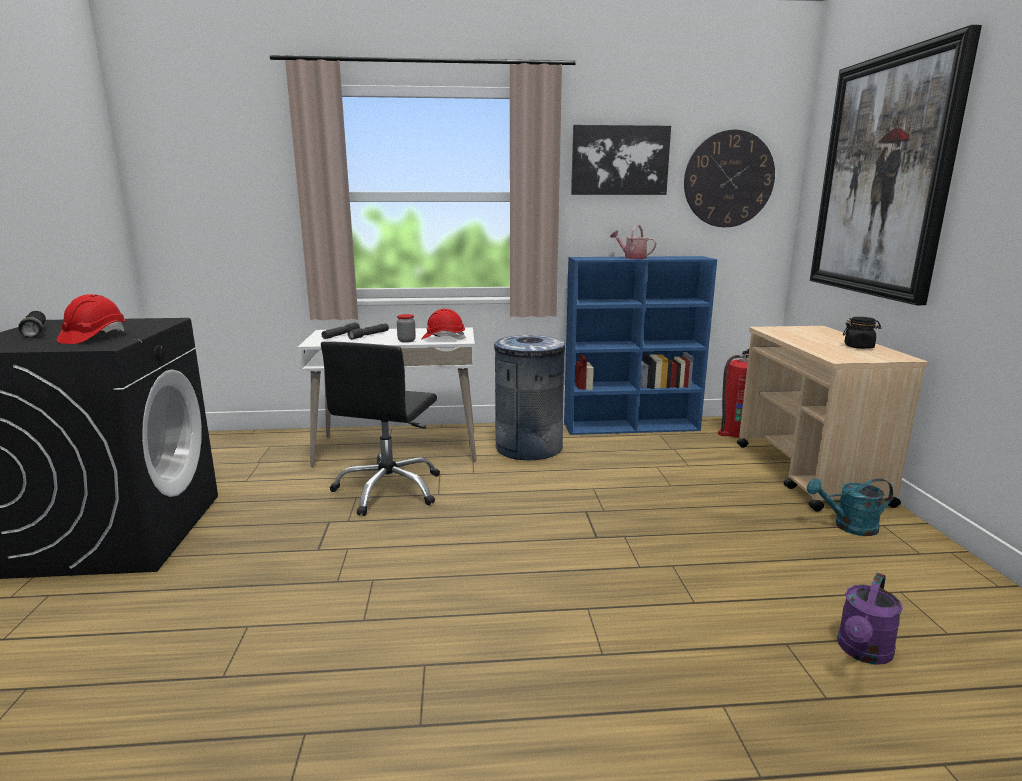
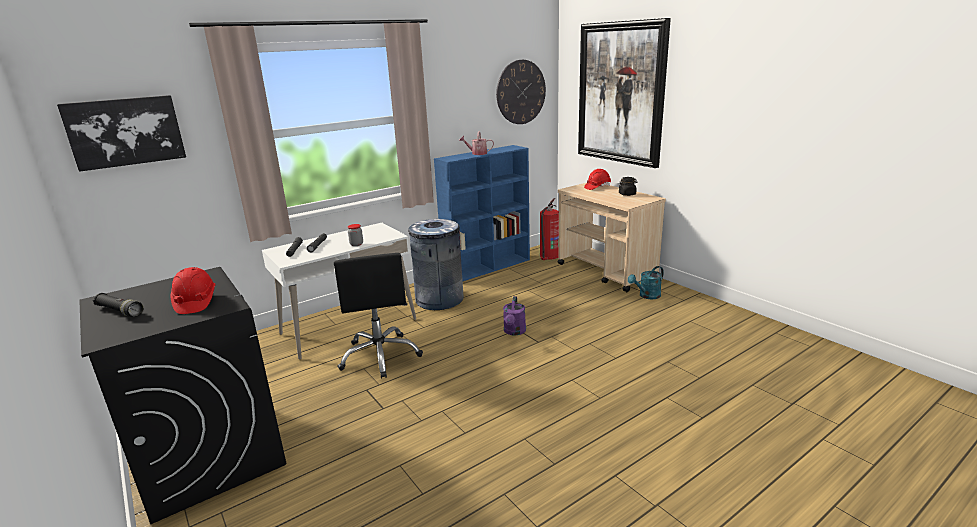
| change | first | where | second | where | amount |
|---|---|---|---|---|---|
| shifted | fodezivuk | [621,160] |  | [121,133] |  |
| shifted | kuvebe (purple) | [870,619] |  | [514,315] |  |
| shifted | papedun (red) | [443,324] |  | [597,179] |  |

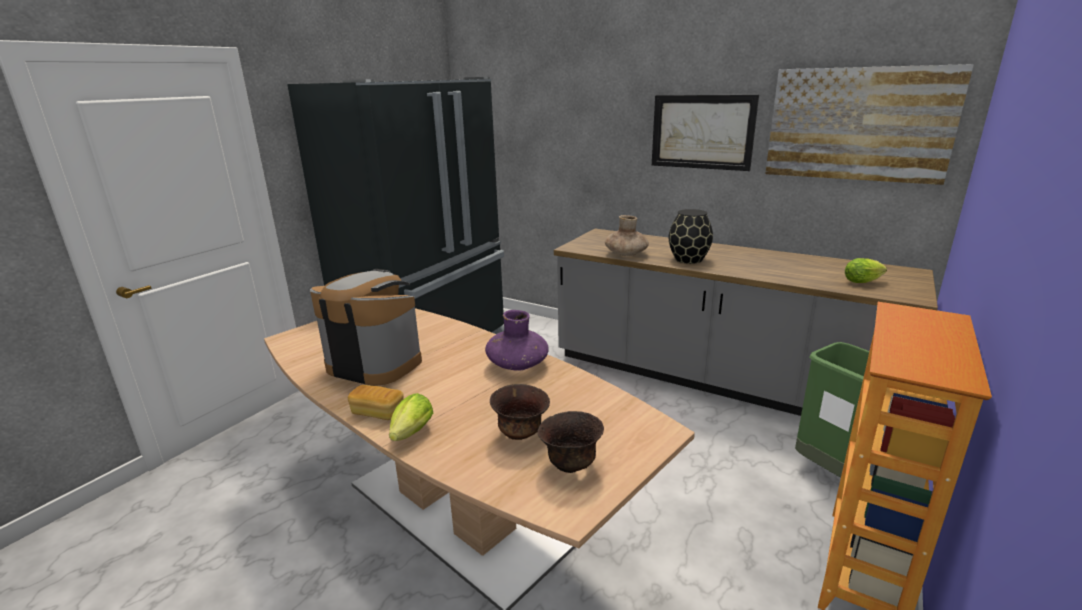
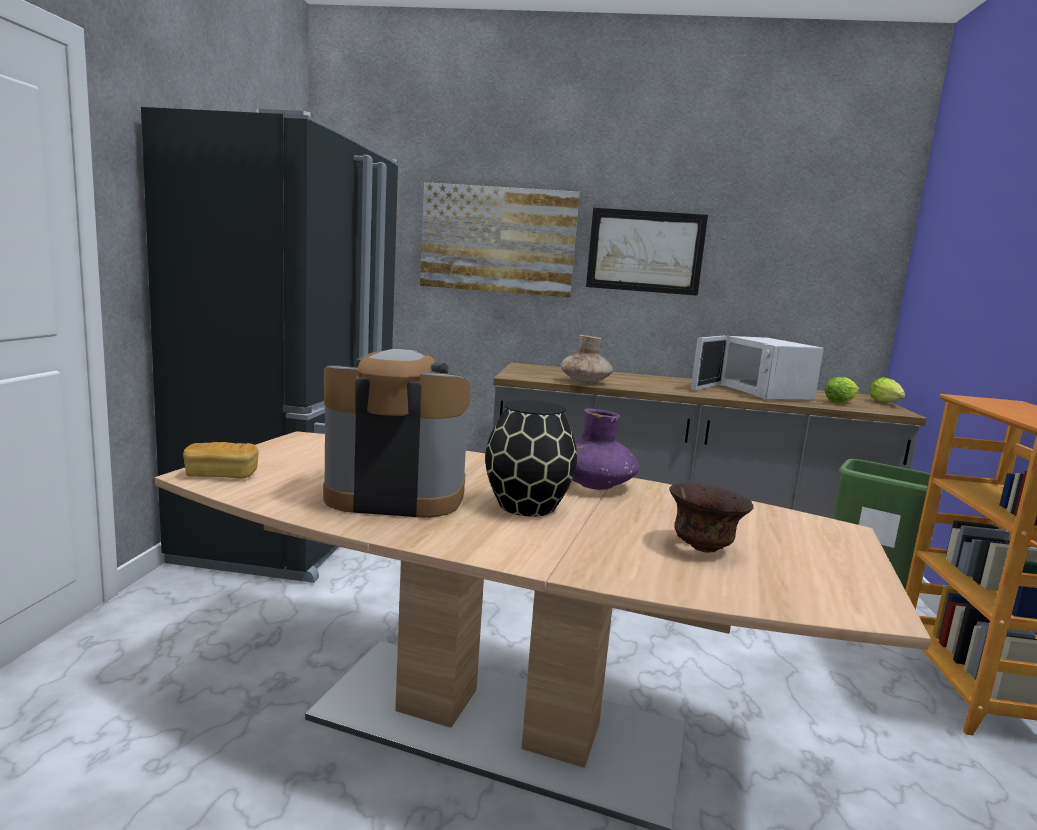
| change | first | where | second | where | amount |
|---|---|---|---|---|---|
| shifted | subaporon | [376,402] |  | [221,460] |  |
| shifted | fodezivuk | [869,124] |  | [500,239] |  |
| shifted | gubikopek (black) | [691,236] |  | [531,458] |  |
| new |  |  | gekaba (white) | [757,368] |  |
| shifted | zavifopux | [411,417] |  | [887,390] |  |
| gone | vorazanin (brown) | [570,442] |  |  |  |

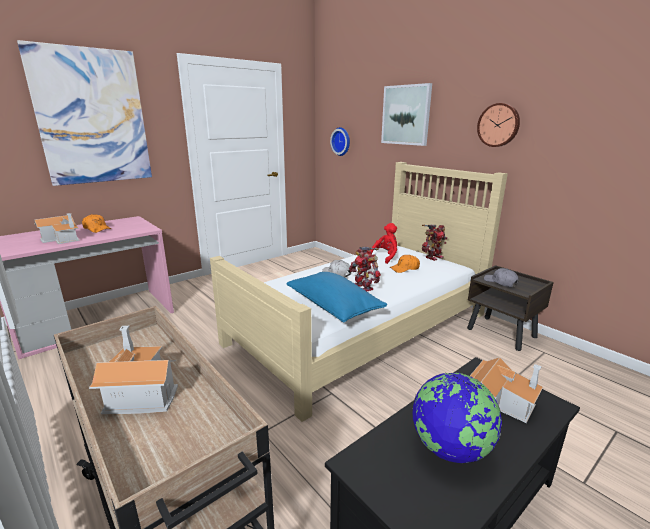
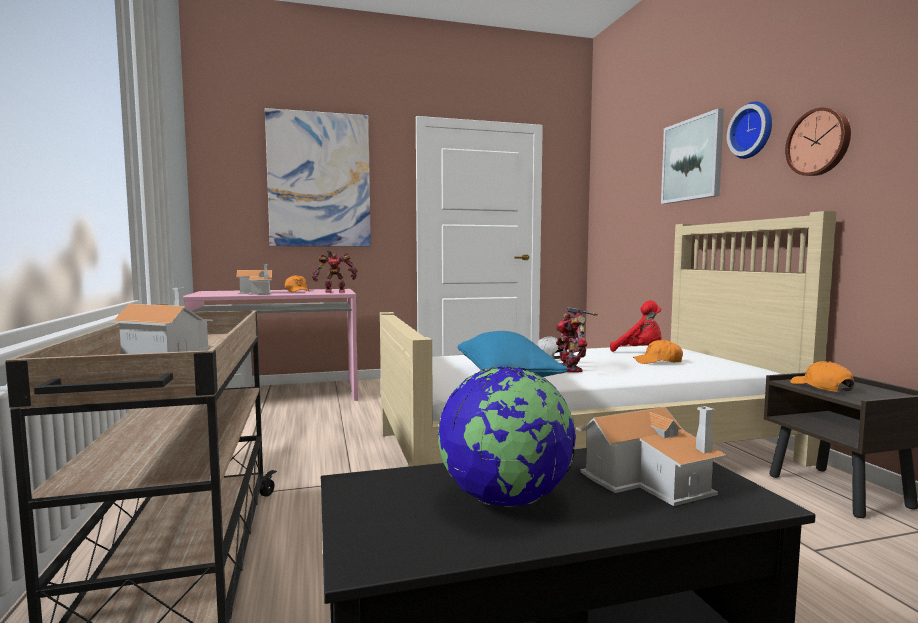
| change | first | where | second | where | amount |
|---|---|---|---|---|---|
| shifted | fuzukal | [434,243] |  | [335,271] |  |
| rotated | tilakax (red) | [383,243] |  | [636,326] | 60 degrees clockwise |
| shifted | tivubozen | [340,141] |  | [749,130] |  |
| repainted | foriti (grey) | [501,277] | foriti (orange) | [822,376] |  |

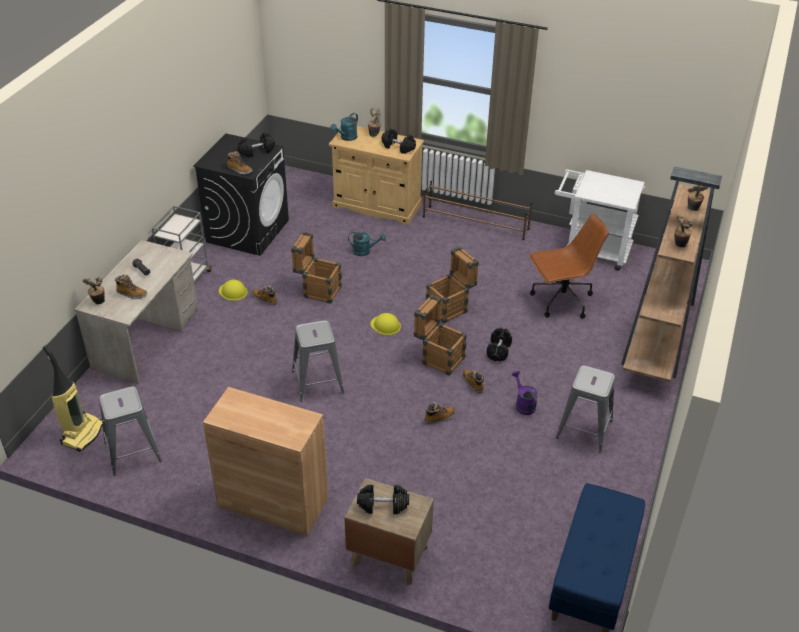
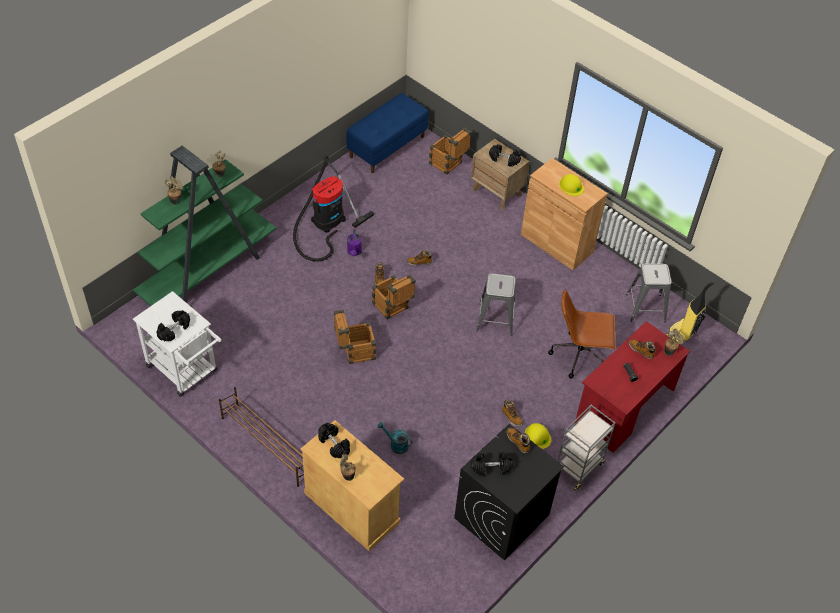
| change | first | where | second | where | amount |
|---|---|---|---|---|---|
| repainted | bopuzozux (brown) | [671,274] | bopuzozux (green) | [204,225] |  |
| shifted | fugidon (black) | [499,344] |  | [173,326] |  |
| swapped | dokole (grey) | [585,409] | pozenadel | [333,209] |  |
| shifted | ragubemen | [316,267] |  | [450,151] |  |
| shifted | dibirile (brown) | [569,266] |  | [581,333] |  |
| shifted | papedun (yellow) | [386,324] |  | [571,185] |  |
| repainted | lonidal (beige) | [136,312] | lonidal (red) | [632,387] |  |
| gone | kuvebe (turquoise) | [344,127] |  |  |  |

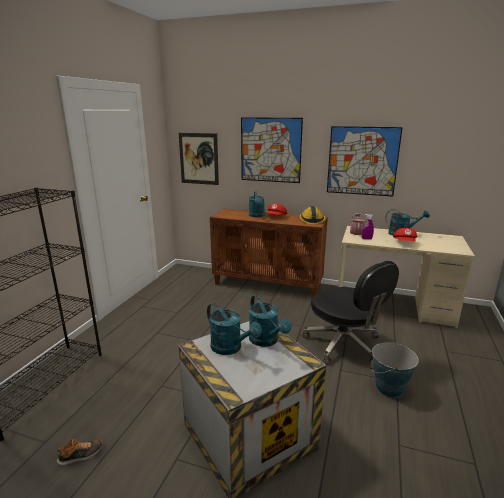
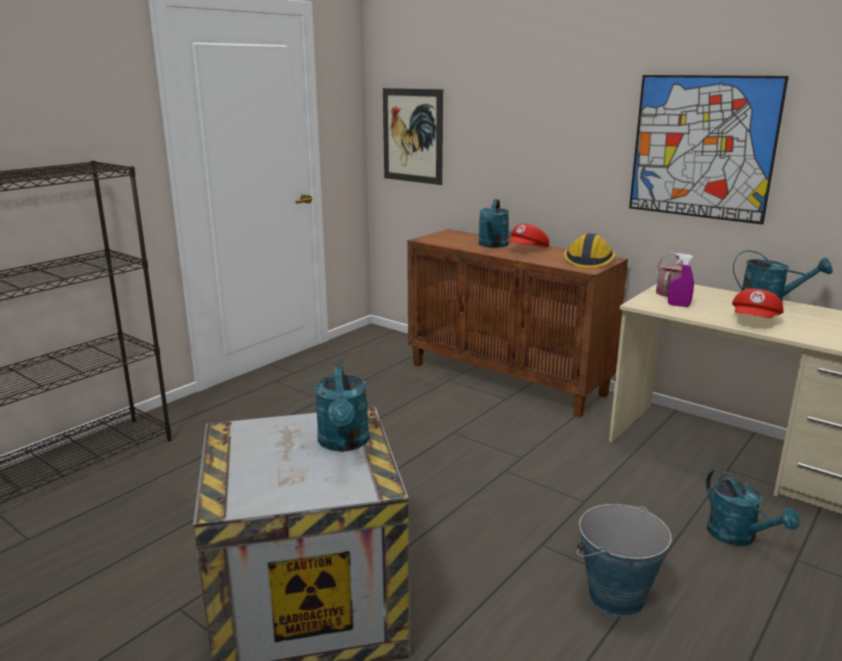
| change | first | where | second | where | amount |
|---|---|---|---|---|---|
| shifted | kuvebe (turquoise) | [234,329] |  | [753,507] |  |
| gone | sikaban | [80,452] |  |  |  |
| gone | fodezivuk | [272,150] |  |  |  |
| gone | dibirile (black) | [351,313] |  |  |  |

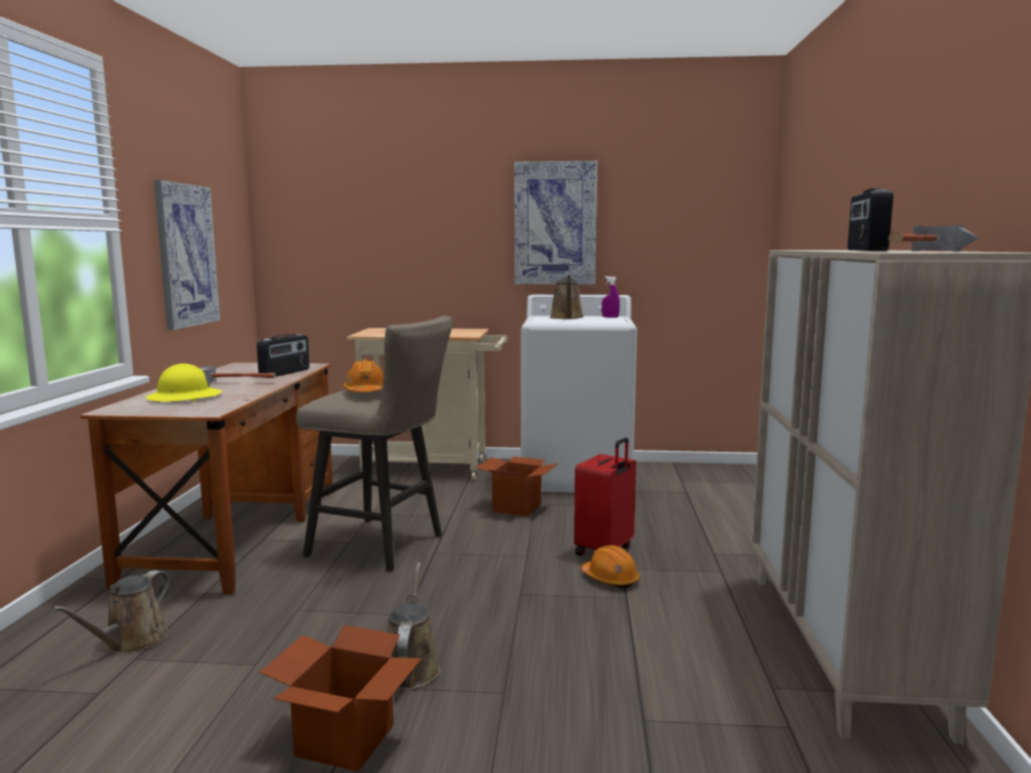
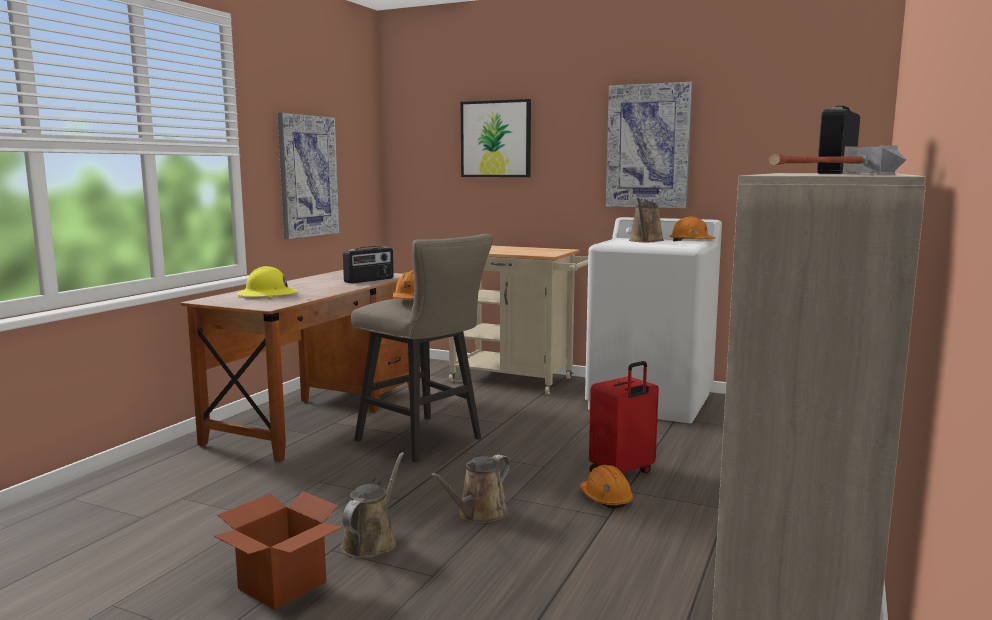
| change | first | where | second | where | amount |
|---|---|---|---|---|---|
| shifted | kuvebe (brown) | [110,612] |  | [470,489] |  |
| new |  |  | fodezivuk | [496,138] |  |
| swapped | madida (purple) | [611,297] | papedun (orange) | [692,229] |  |
| gone | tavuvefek | [237,374] |  |  |  |
| gone | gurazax | [516,486] |  |  |  |

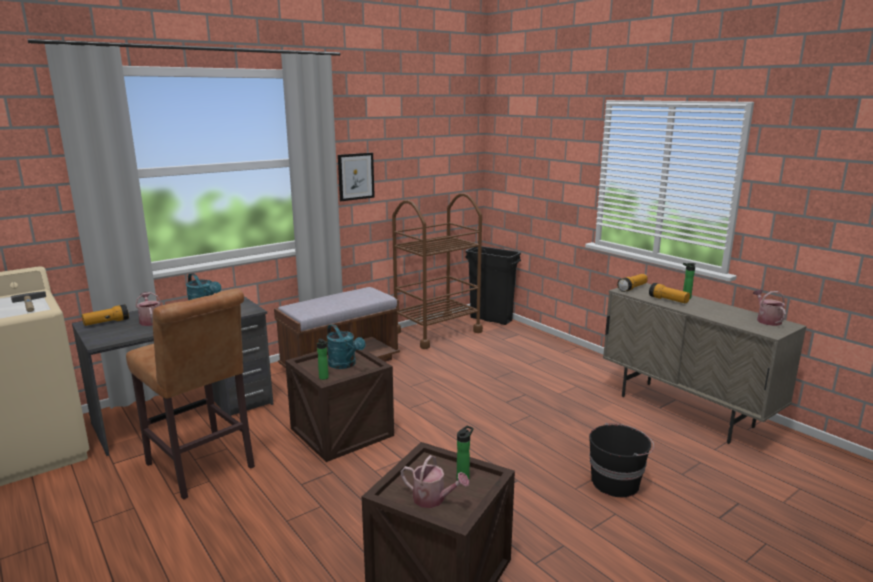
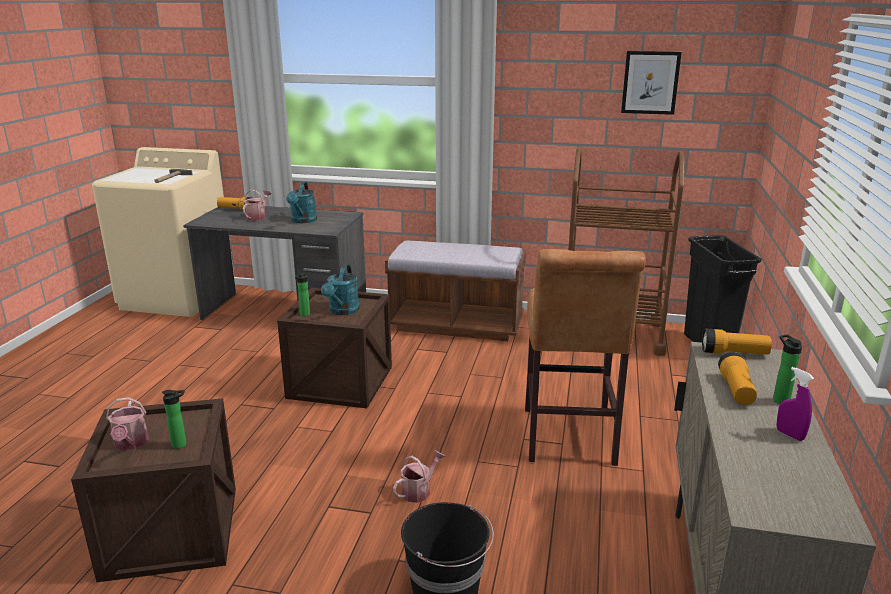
| change | first | where | second | where | amount |
|---|---|---|---|---|---|
| shifted | kuvebe | [769,308] |  | [419,476] |  |
| shifted | dokole (brown) | [190,394] |  | [585,357] |  |
| shifted | fodezivuk | [356,177] |  | [651,83] |  |
| new |  |  | madida (purple) | [795,404] |  |

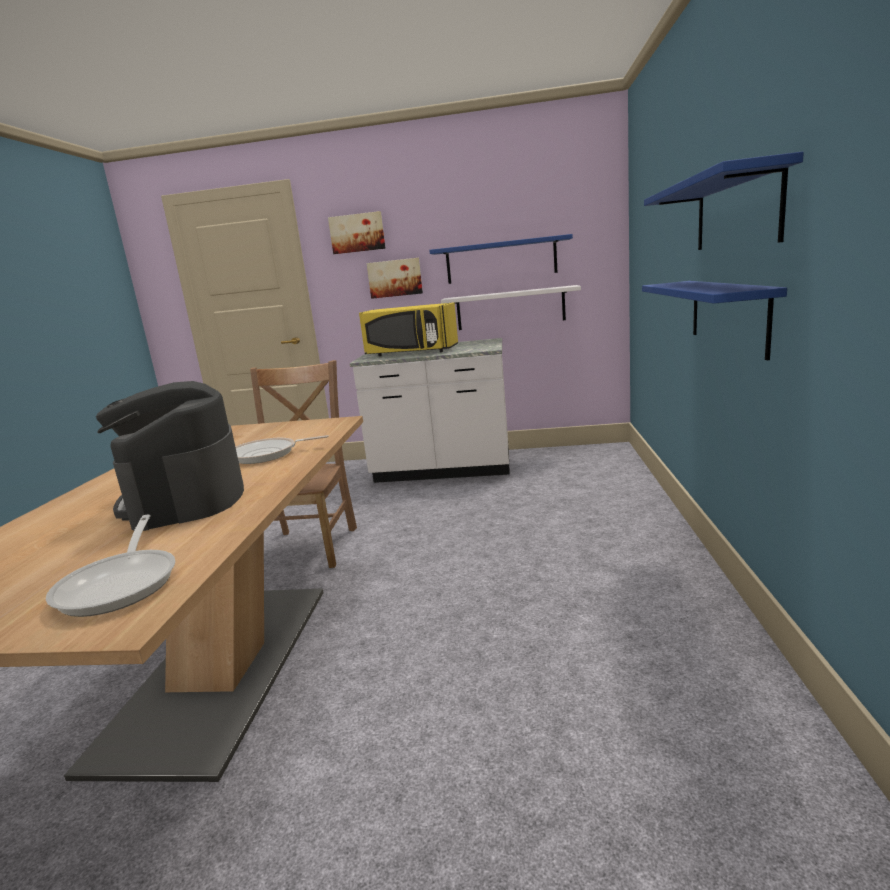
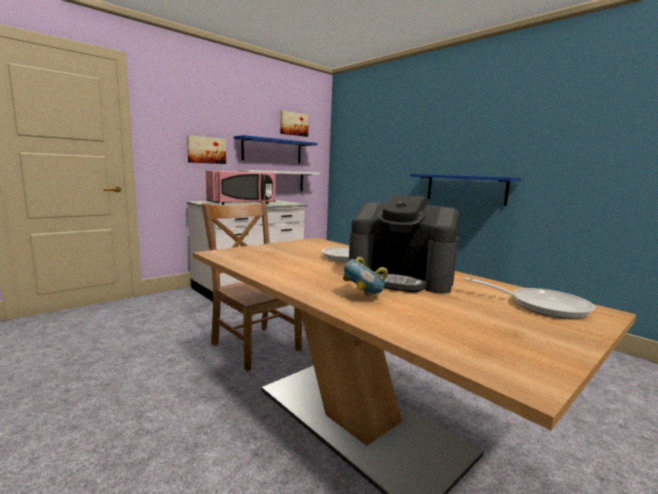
| change | first | where | second | where | amount |
|---|---|---|---|---|---|
| repainted | gekaba (yellow) | [408,329] | gekaba (pink) | [241,188] |  |
| shifted | fodezivuk | [357,232] |  | [294,123] |  |
| new |  |  | vorazanin | [365,277] |  |
| gone | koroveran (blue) | [724,200] |  |  |  |

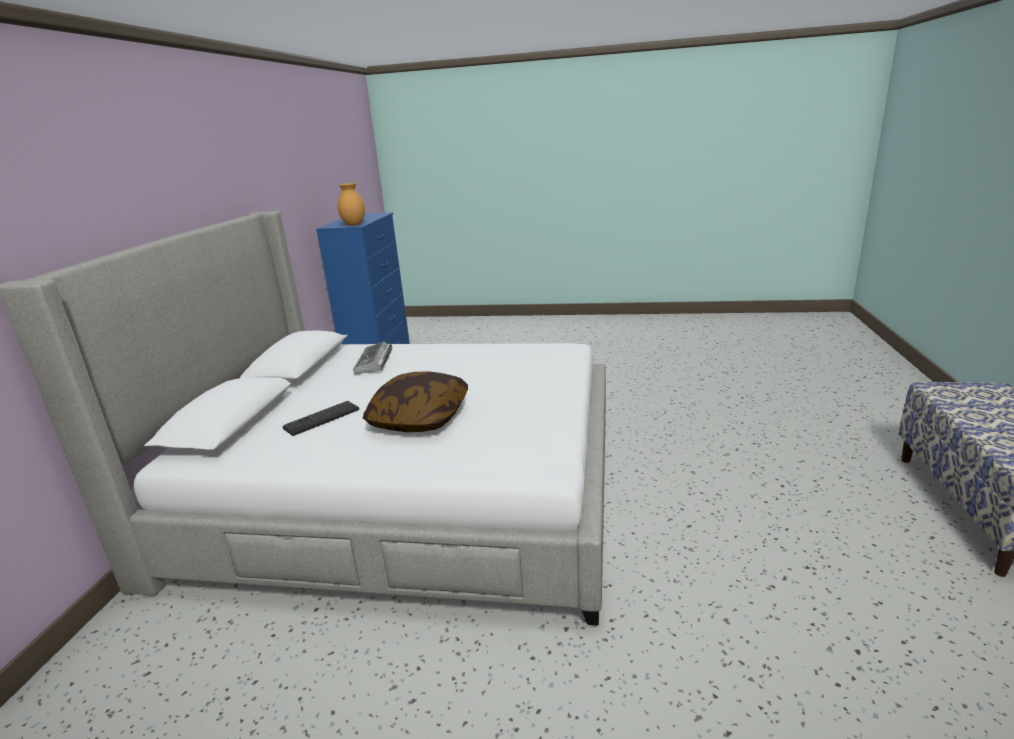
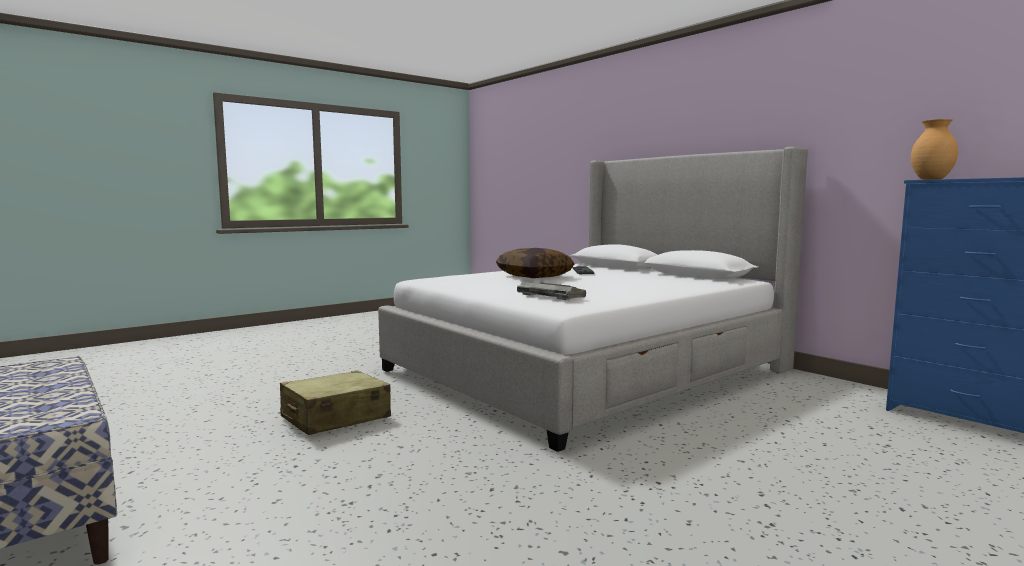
| change | first | where | second | where | amount |
|---|---|---|---|---|---|
| new |  |  | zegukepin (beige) | [335,403] |  |
| shifted | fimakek | [372,358] |  | [551,291] |  |

